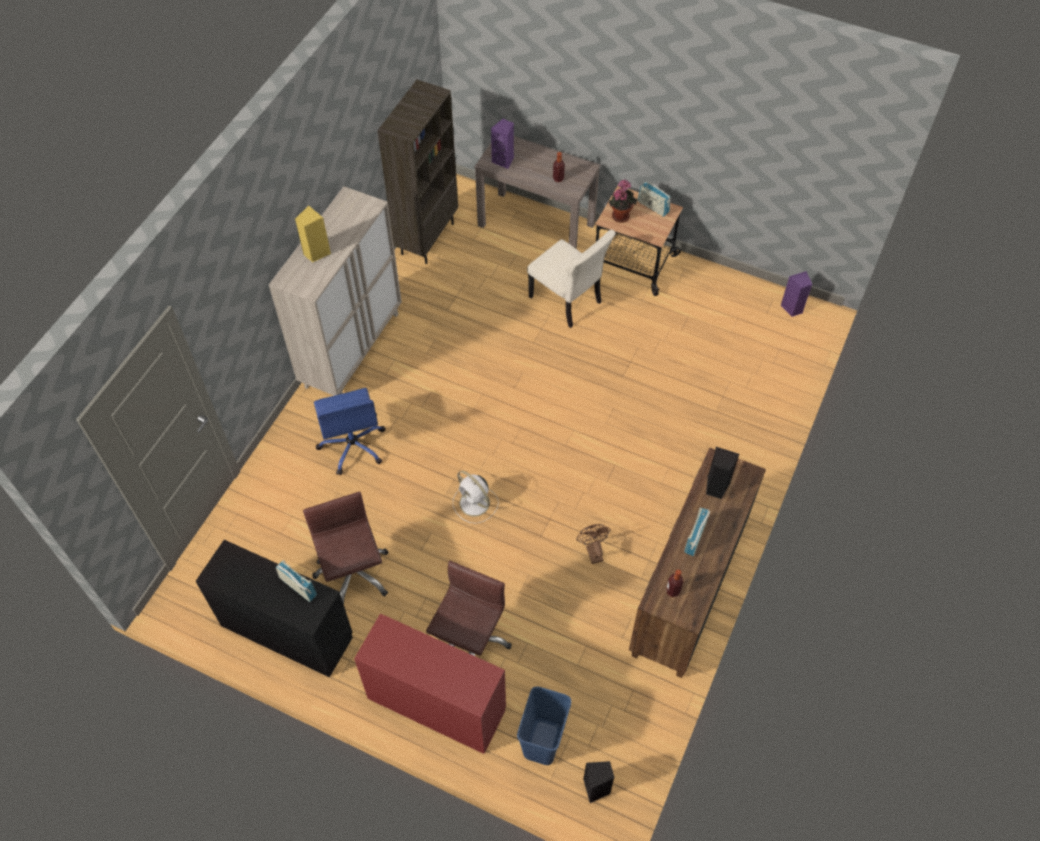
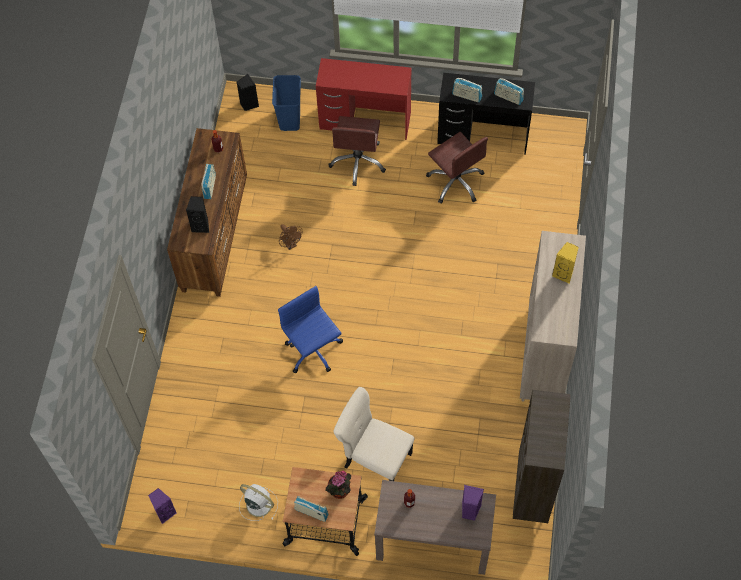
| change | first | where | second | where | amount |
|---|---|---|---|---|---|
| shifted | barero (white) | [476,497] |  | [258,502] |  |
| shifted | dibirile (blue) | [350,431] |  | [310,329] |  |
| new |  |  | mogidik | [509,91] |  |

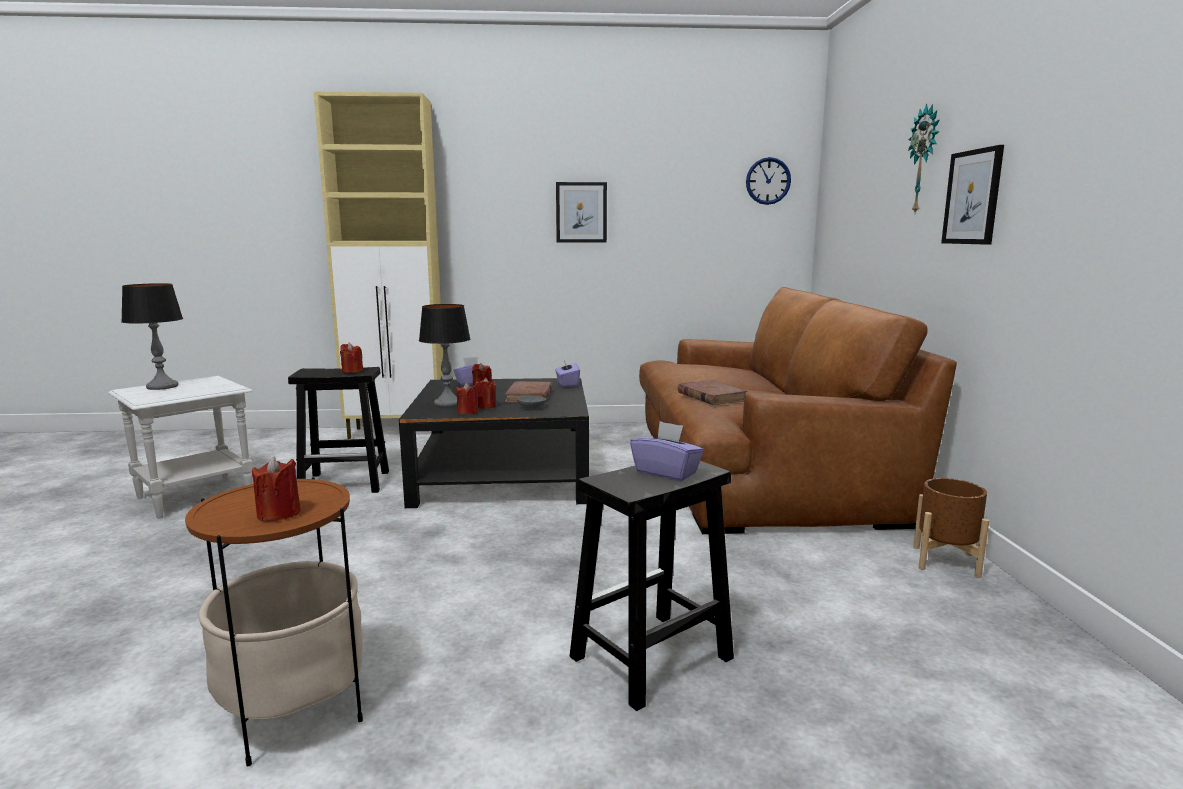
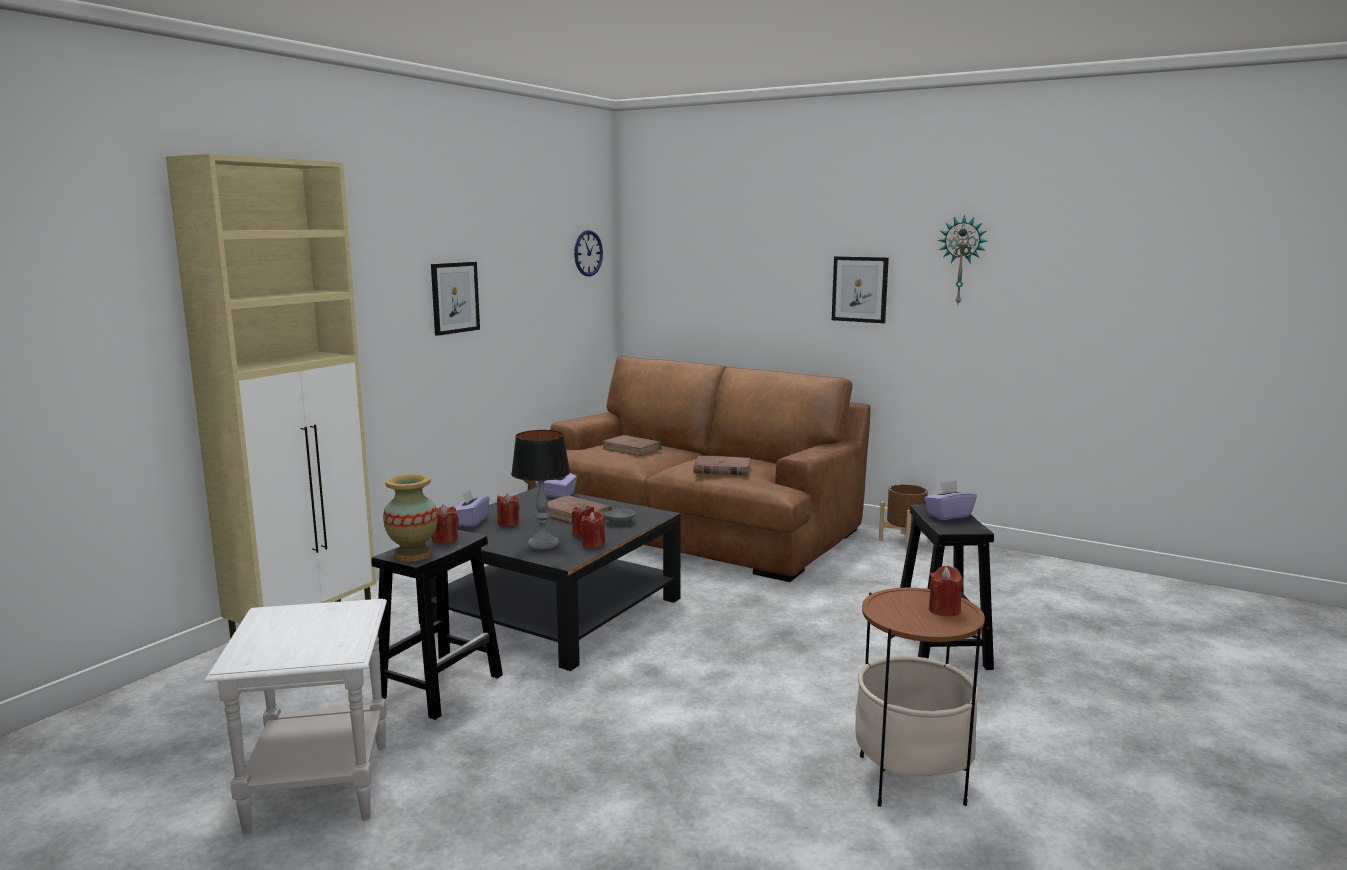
| change | first | where | second | where | amount |
|---|---|---|---|---|---|
| new |  |  | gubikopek | [410,517] |  |
| new |  |  | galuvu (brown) | [632,445] |  |
| shifted | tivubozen | [924,158] |  | [962,259] |  |
| gone | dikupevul | [152,336] |  |  |  |

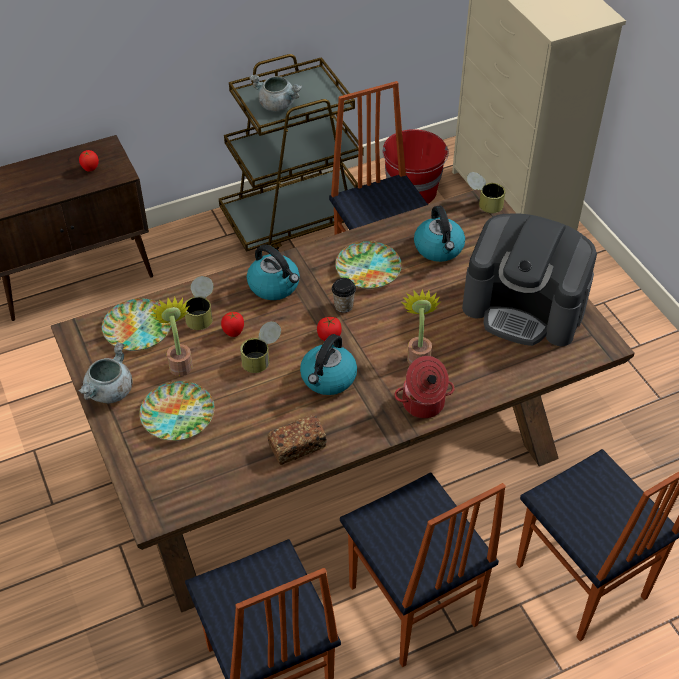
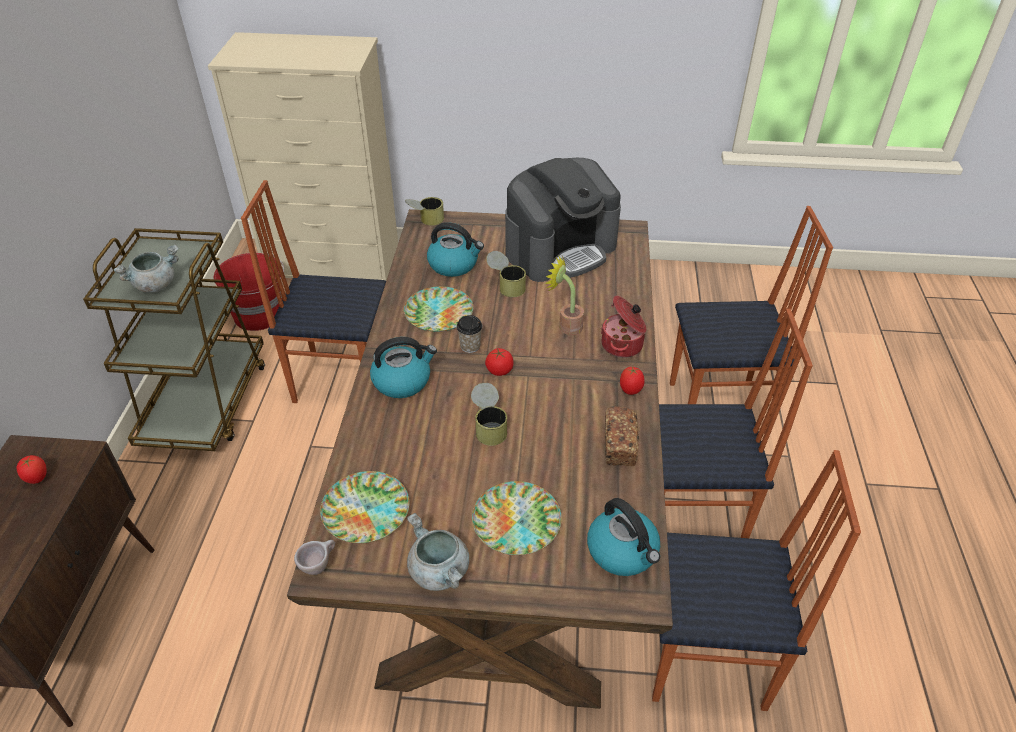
| change | first | where | second | where | amount |
|---|---|---|---|---|---|
| new |  |  | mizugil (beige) | [314,557] |  |
| shifted | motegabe | [199,303] |  | [506,274] |  |
| shifted | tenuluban | [328,364] |  | [623,537] |  |
| shifted | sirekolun | [232,324] |  | [632,380] |  |
| gone | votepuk | [171,336] |  |  |  |

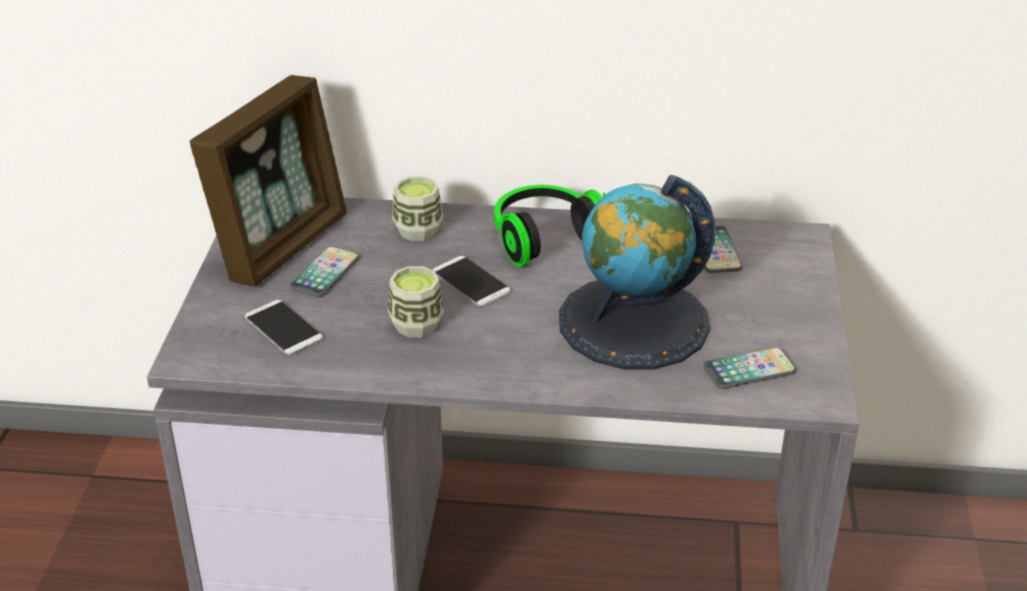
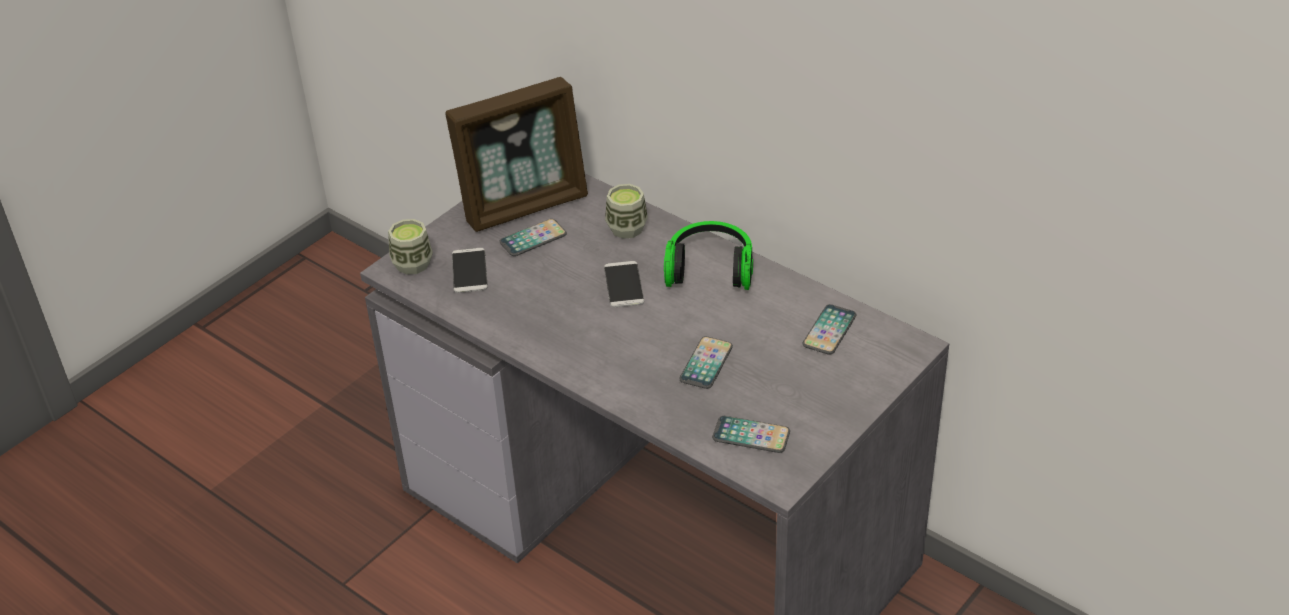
| change | first | where | second | where | amount |
|---|---|---|---|---|---|
| shifted | mizugil | [416,301] |  | [410,247] |  |
| swapped | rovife | [637,272] | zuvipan | [706,362] |  |

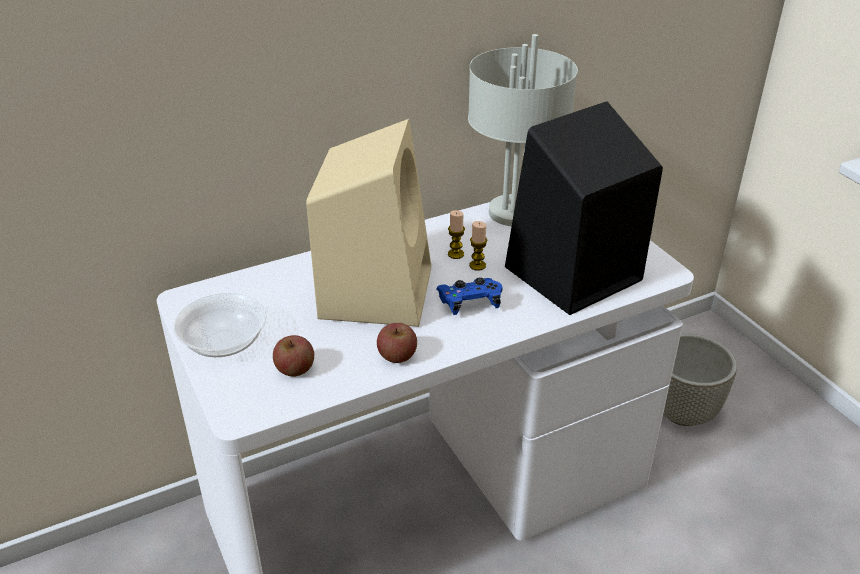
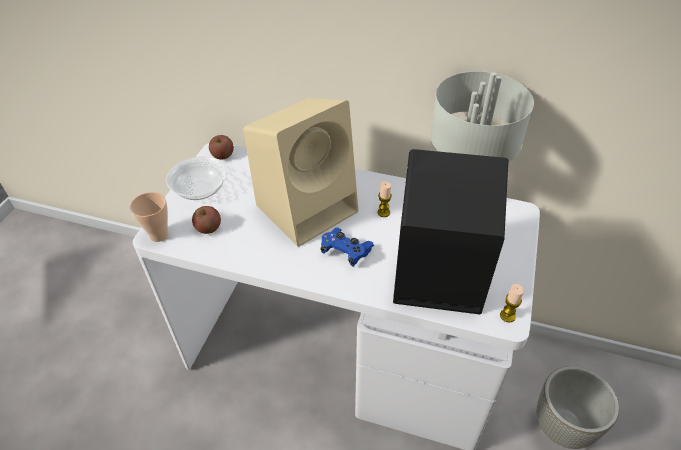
| change | first | where | second | where | amount |
|---|---|---|---|---|---|
| new |  |  | mizugil | [149,217] |  |
| shifted | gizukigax | [397,343] |  | [221,147] |  |
| shifted | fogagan | [478,246] |  | [512,303] |  |

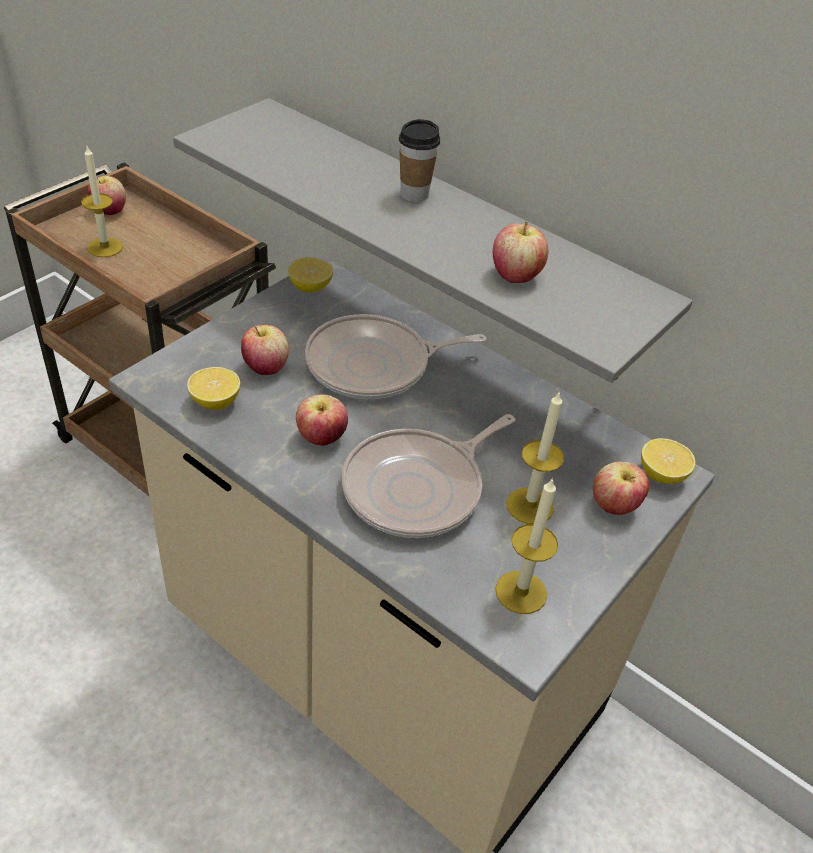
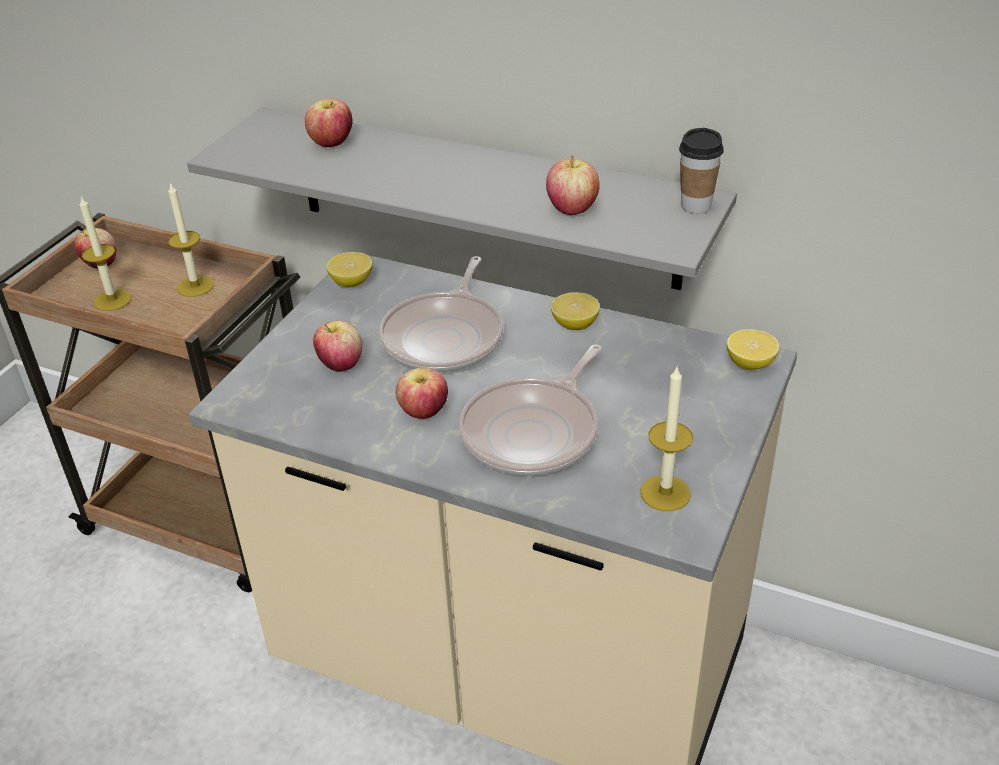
| change | first | where | second | where | amount |
|---|---|---|---|---|---|
| shifted | fogagan | [535,457] |  | [191,239] |  |
| shifted | gizukigax | [621,488] |  | [329,122] |  |
| rotated | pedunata | [395,356] |  | [441,314] | 45 degrees counterclockwise |
| shifted | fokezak | [213,388] |  | [575,311] |  |
| shifted | mizugil | [419,160] |  | [701,171] |  |

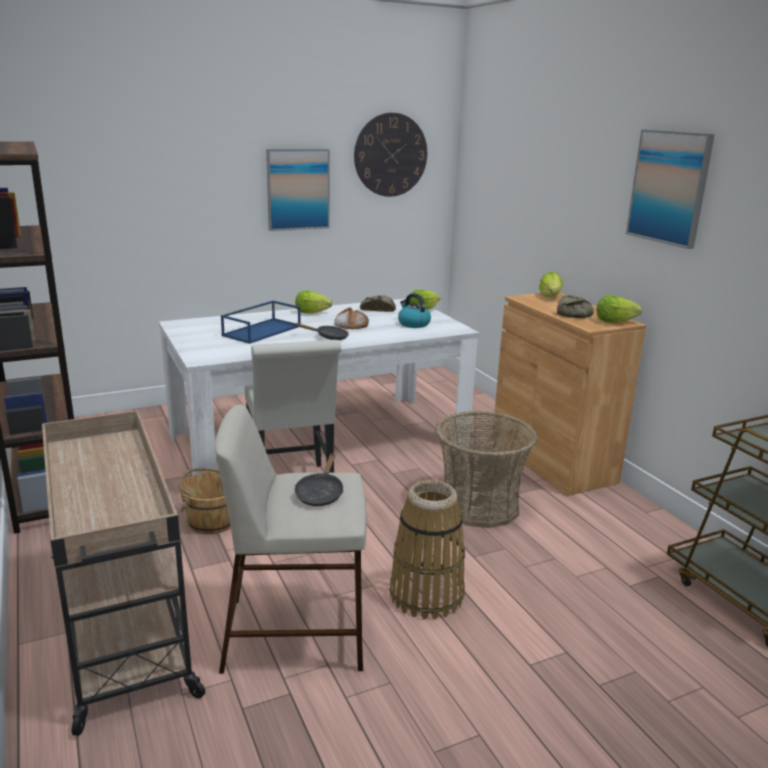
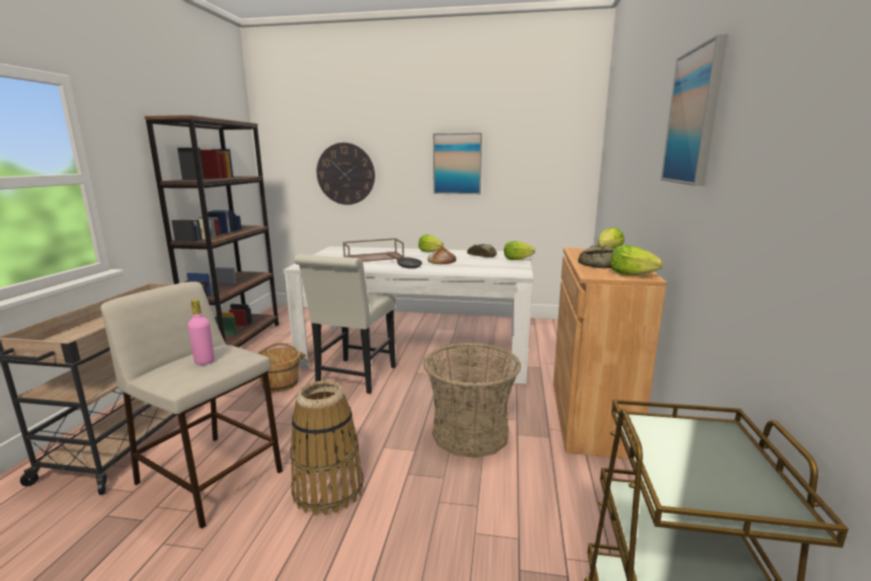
| change | first | where | second | where | amount |
|---|---|---|---|---|---|
| swapped | pedunata (black) | [319,479] | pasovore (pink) | [201,332] |  |
| shifted | tivubozen | [390,155] |  | [346,174] |  |
| repainted | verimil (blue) | [261,322] | verimil (brown) | [373,250] |  |
| gone | tenuluban | [414,310] |  |  |  |

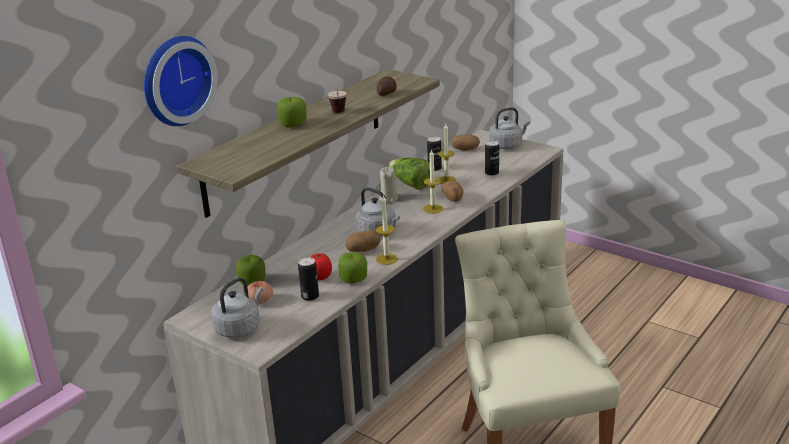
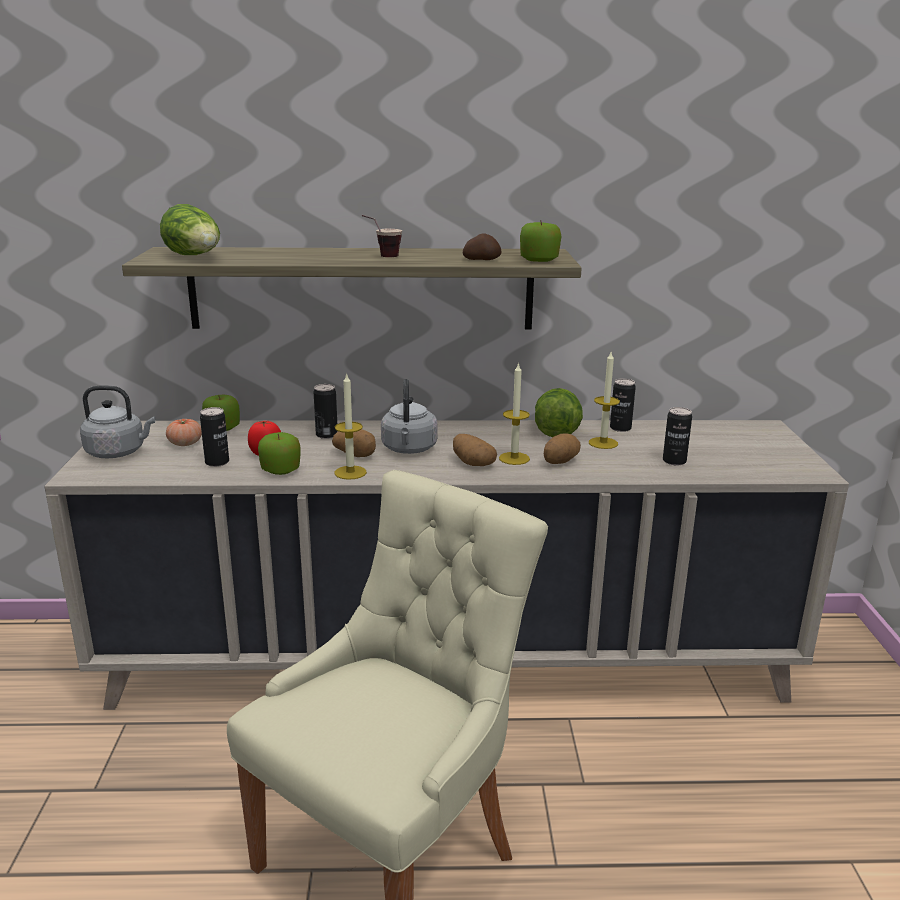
| change | first | where | second | where | amount |
|---|---|---|---|---|---|
| new |  |  | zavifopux | [190,229] |  |
| new |  |  | motegabe | [326,411] |  |
| shifted | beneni | [465,143] |  | [475,450] |  |
| shifted | gizukigax | [291,112] |  | [541,241] |  |
| gone | tivubozen | [181,81] |  |  |  |
| gone | fogagan (beige) | [388,185] |  |  |  |
| gone | tenuluban (grey) | [509,128] |  |  |  |

